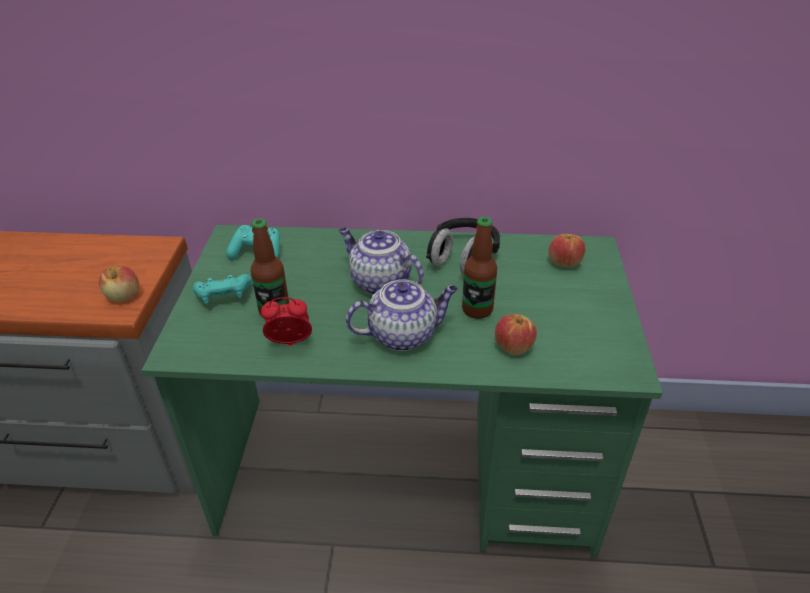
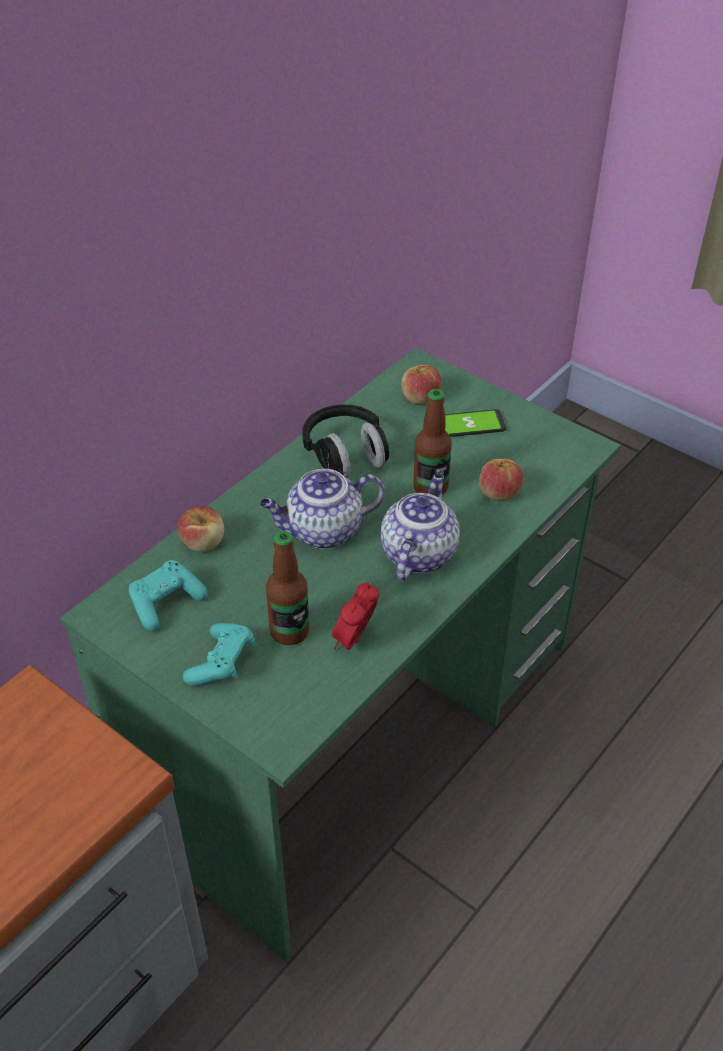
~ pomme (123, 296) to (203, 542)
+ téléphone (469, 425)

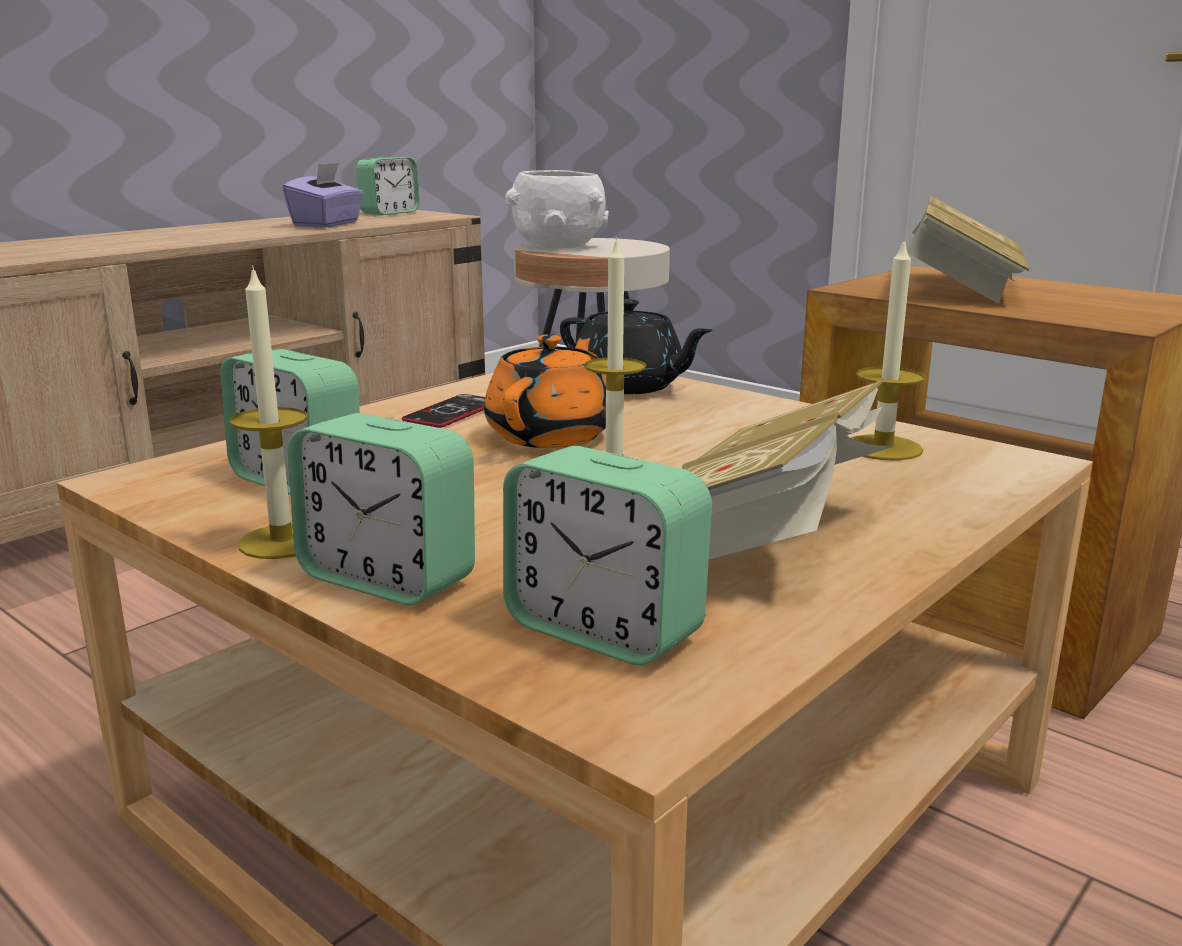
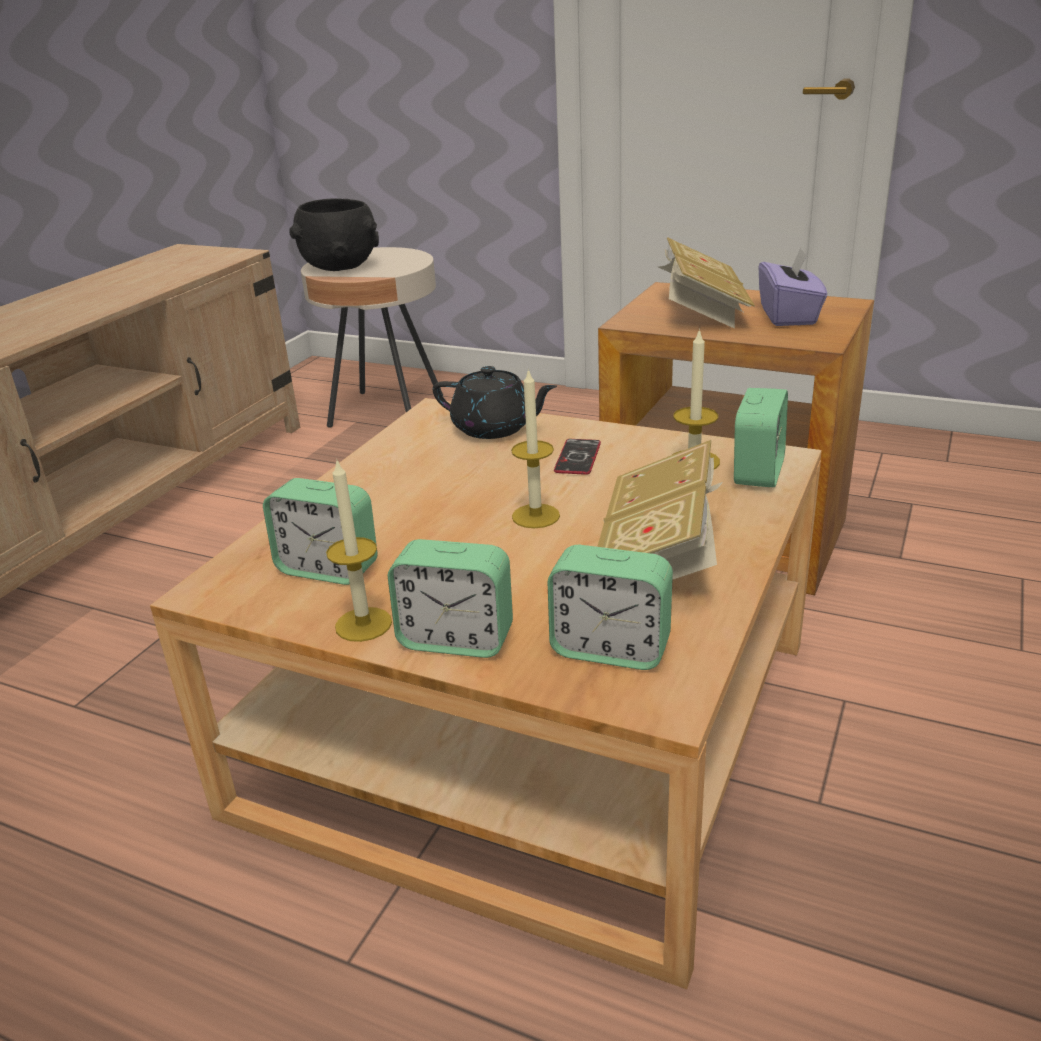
~ bol/blanc (558, 247) to bol/noir (339, 268)
~ téléphone (452, 413) to (577, 458)
~ réveil (389, 213) to (758, 472)
~ boîte à mouchoirs/violet (327, 224) to (789, 316)
- théière/orange (552, 435)

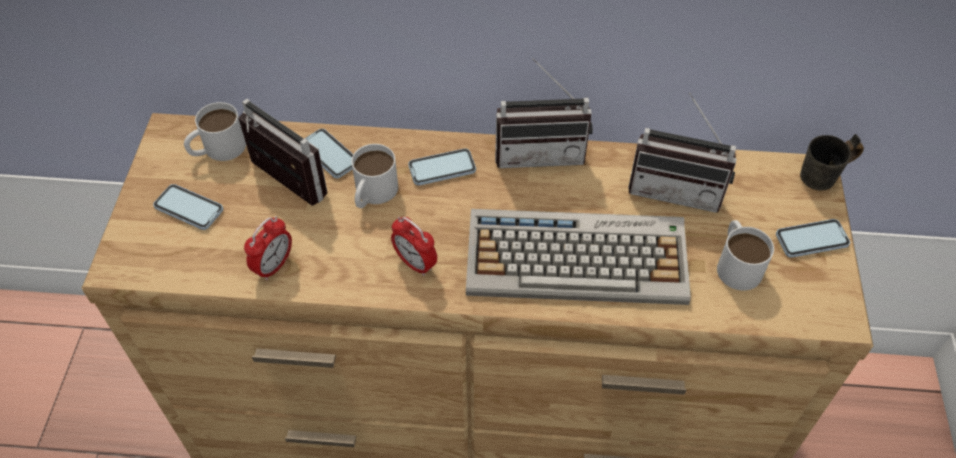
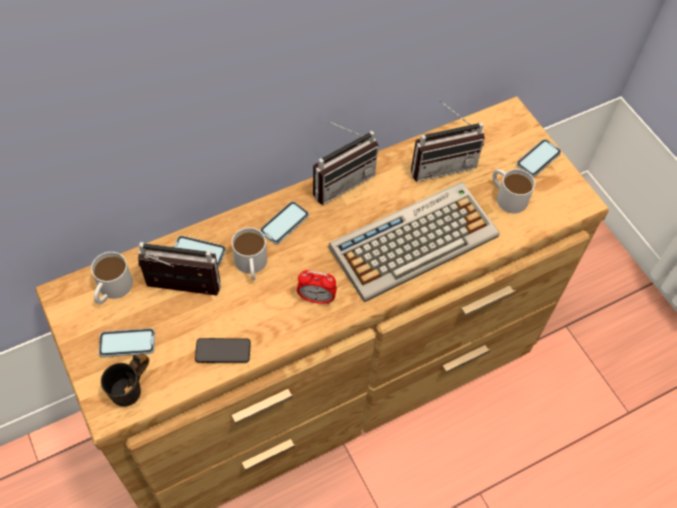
~ mug/gris (826, 180) to (134, 390)
~ réveil (274, 266) to téléphone (223, 351)

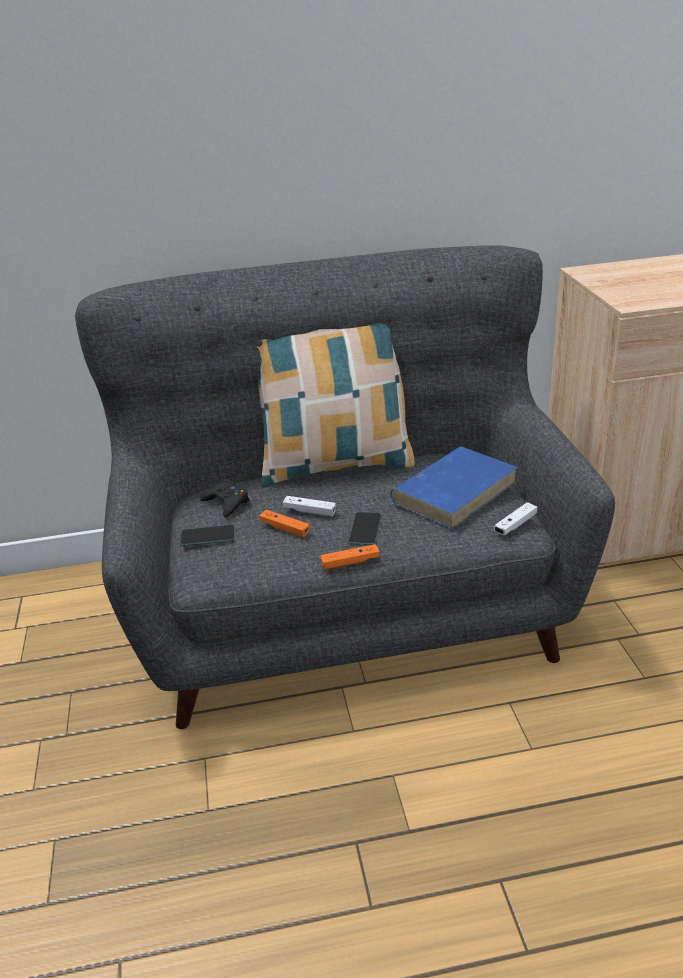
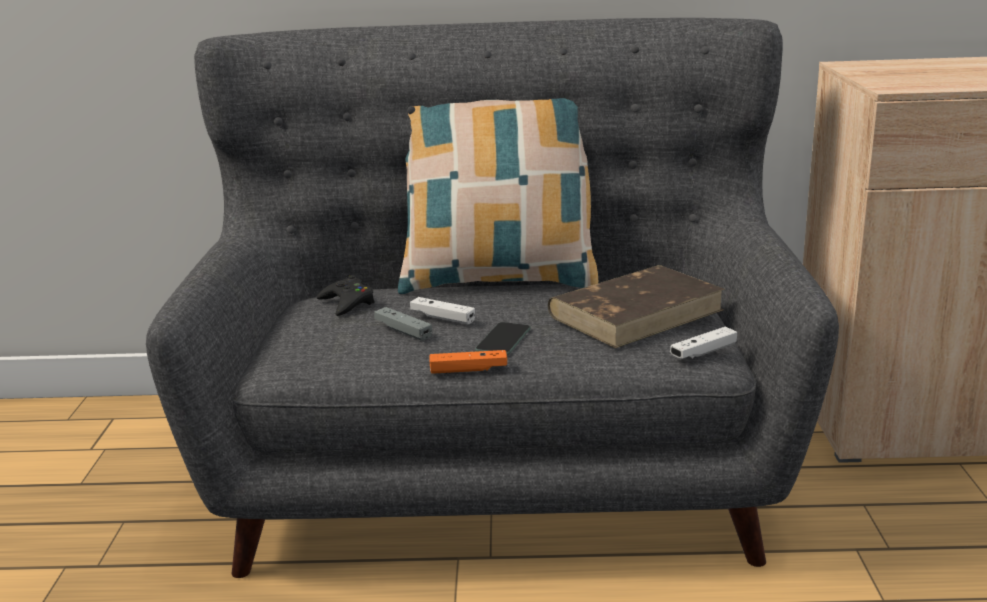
~ manette/orange (285, 529) to manette/gris (403, 331)
~ livre/bleu (455, 491) to livre/marron (637, 312)
- téléphone (208, 536)

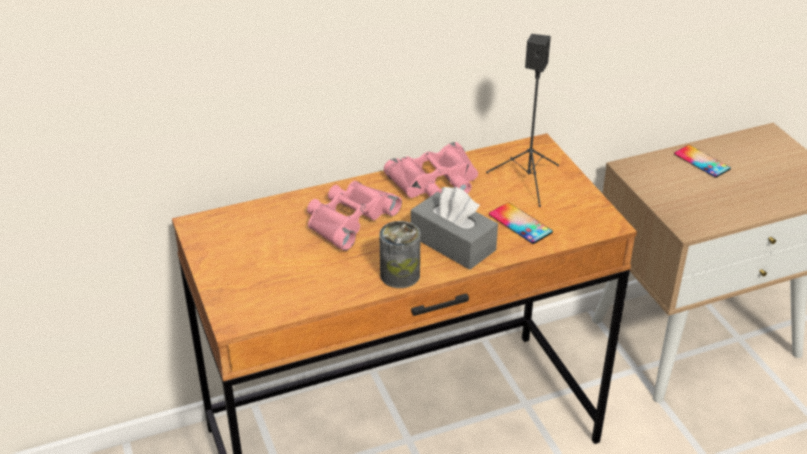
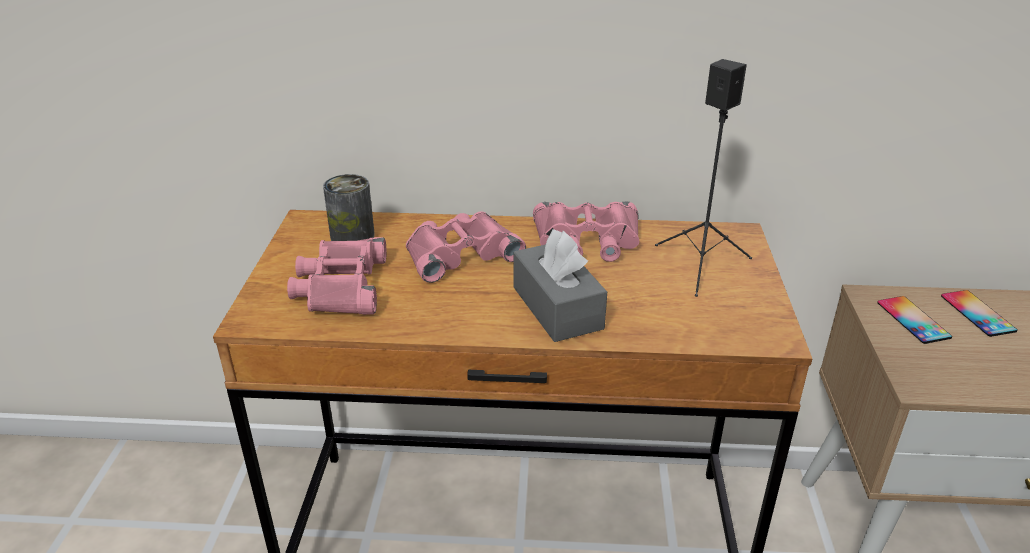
+ jumelles/rose (340, 286)
~ boîte métallique (400, 275) to (352, 236)
~ téléphone (520, 223) to (913, 320)

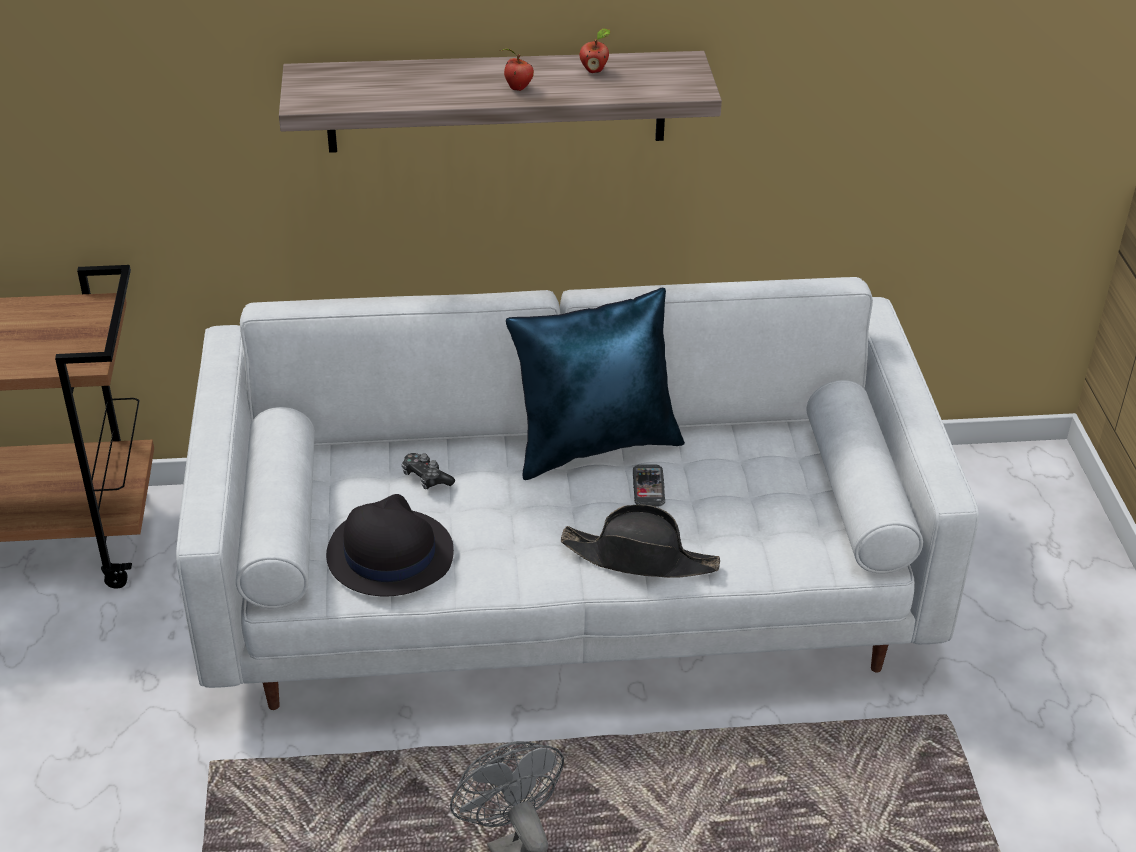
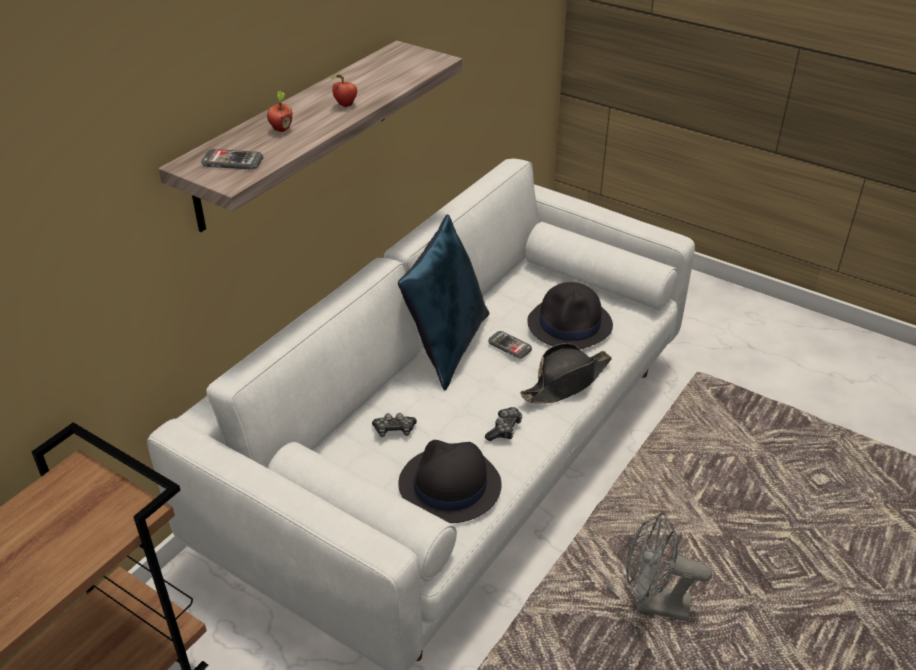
+ téléphone (232, 161)
~ pomme (594, 70) to (281, 129)
+ manette (504, 429)
+ chapeau/noir (570, 324)

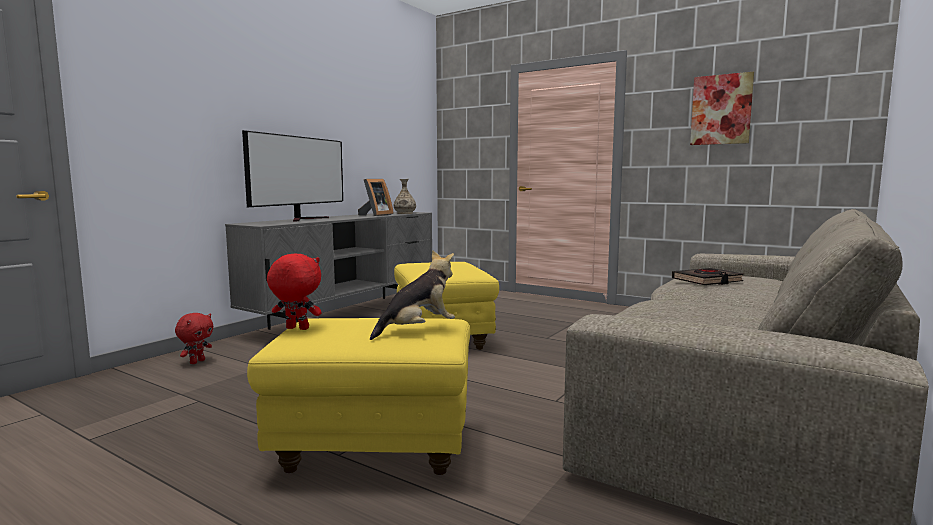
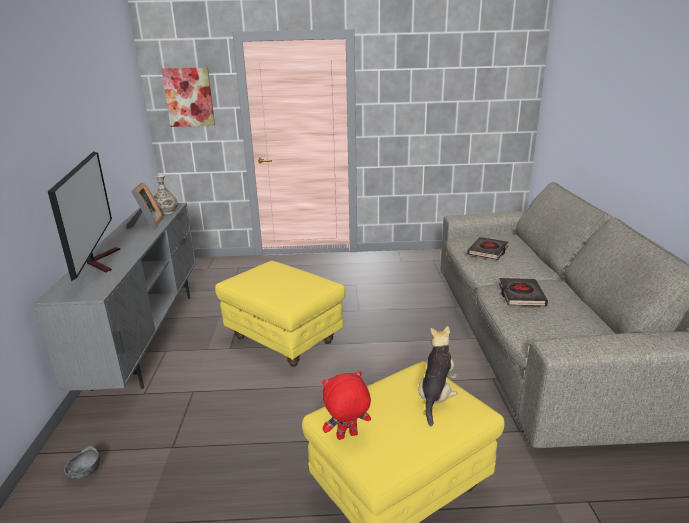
~ peluche/rouge (197, 362) to bol/gris (84, 473)
~ tableau (721, 109) to (189, 97)
+ livre/noir (521, 295)

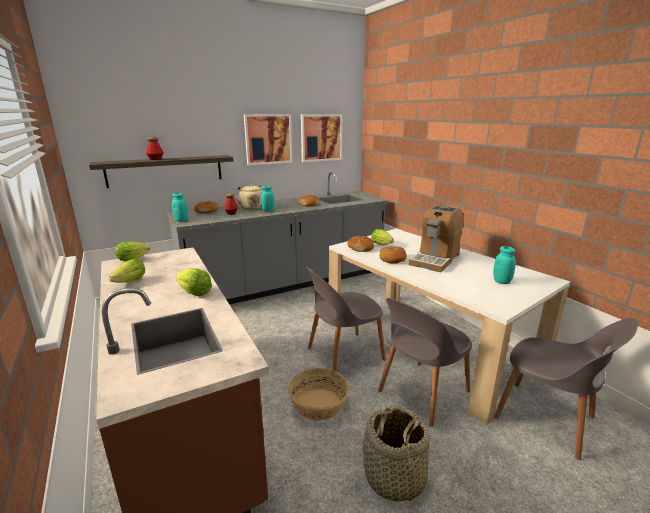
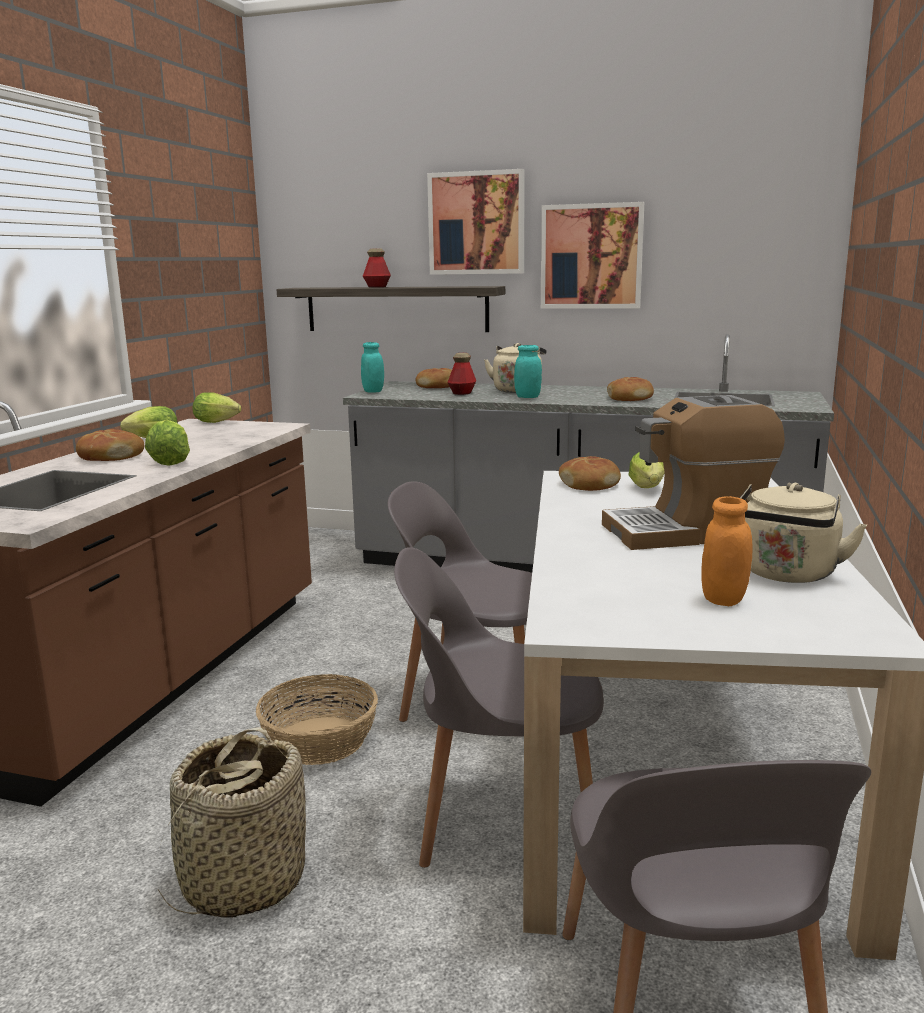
~ pain (392, 259) to (110, 456)
~ tableau (321, 137) to (476, 223)
~ bocal/turquoise (501, 281) to bocal/orange (723, 599)
+ bouilloire/beige (786, 574)

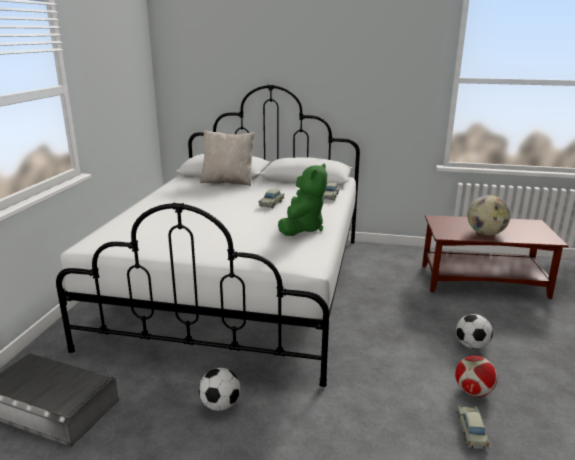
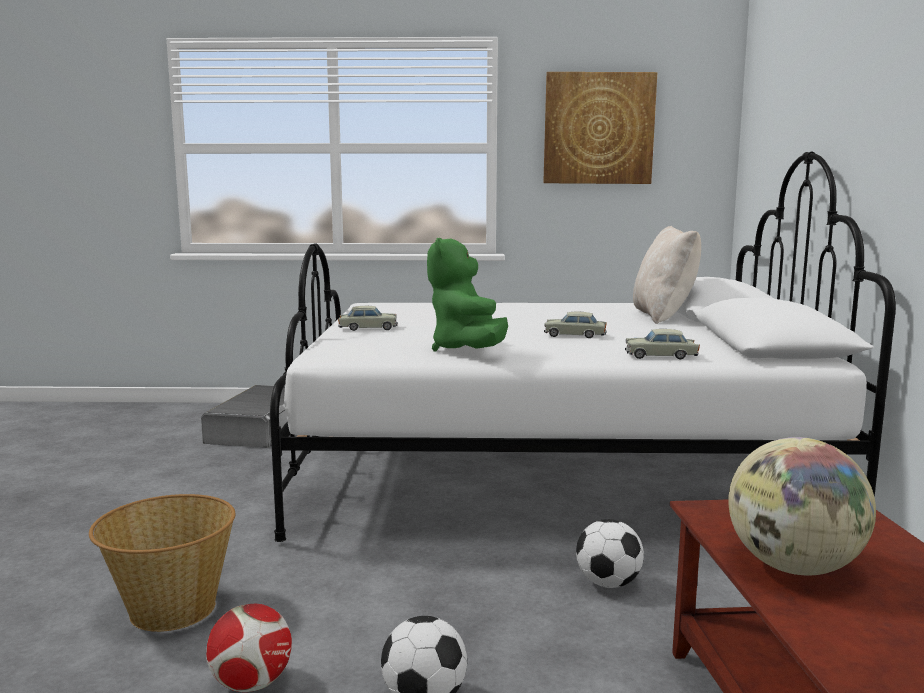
+ panier (171, 609)
~ petite voiture/beige (471, 431) to (368, 328)
~ peluche/vert (302, 228) = (467, 350) 75 degrees clockwise
+ tableau (598, 129)
~ ballon de foot (220, 405) to (608, 583)

